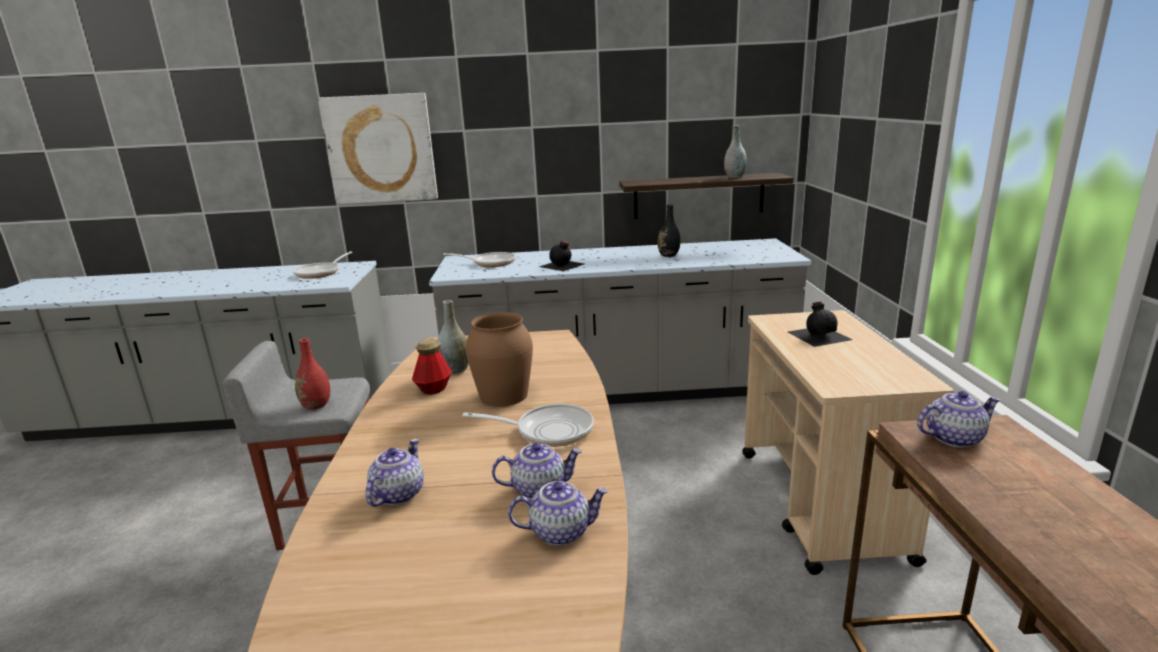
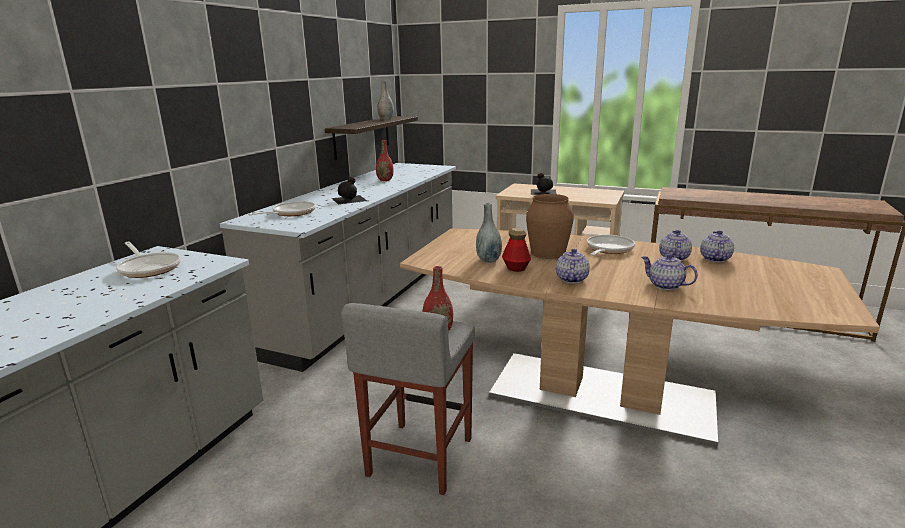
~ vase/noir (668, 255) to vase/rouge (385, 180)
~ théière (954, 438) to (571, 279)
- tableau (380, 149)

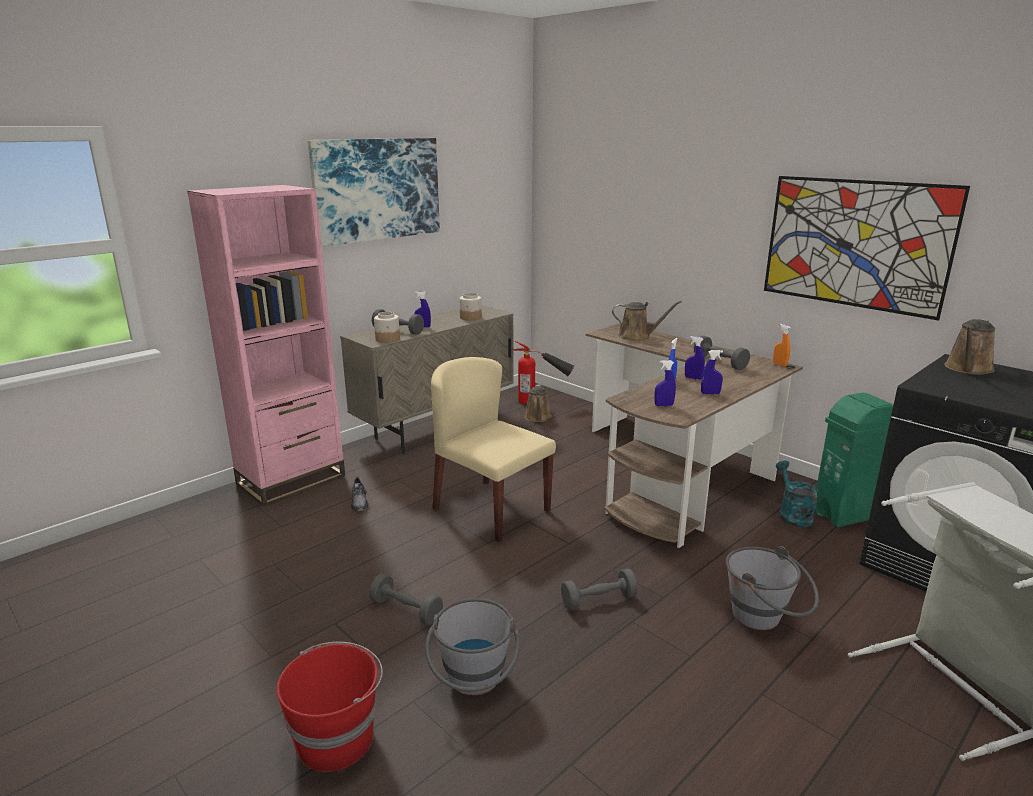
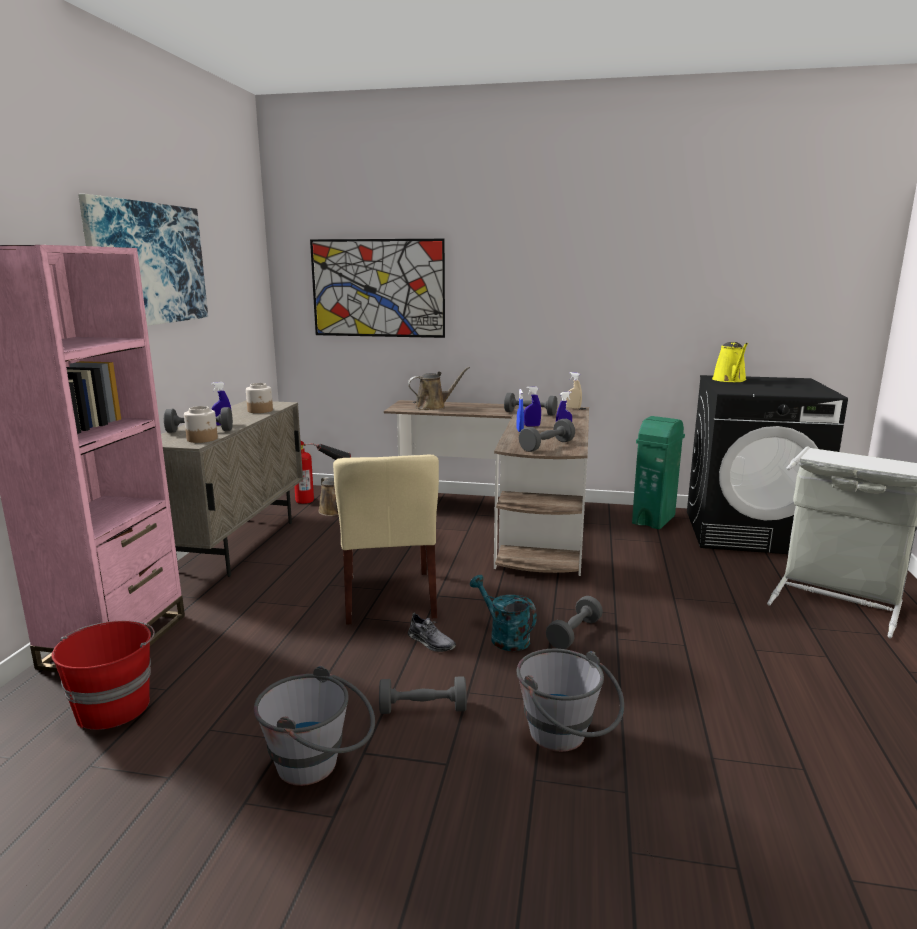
~ seau/rouge (337, 739) to (114, 706)
~ seau/gris (765, 619) to (320, 765)
~ tableau (855, 244) to (378, 288)
~ chaise/beige (490, 509) = (389, 597) 105 degrees counterclockwise
~ chaussure/gris (359, 502) to (431, 642)
~ arrosoir/turquoise (792, 514) to (504, 637)
~ vaporisateur/bleu (663, 405) to haltère/gris (546, 446)
~ vaporisateur/orange (779, 364) to vaporisateur/beige (573, 408)
~ arrosoir/marron (967, 369) to arrosoir/jaune (730, 380)

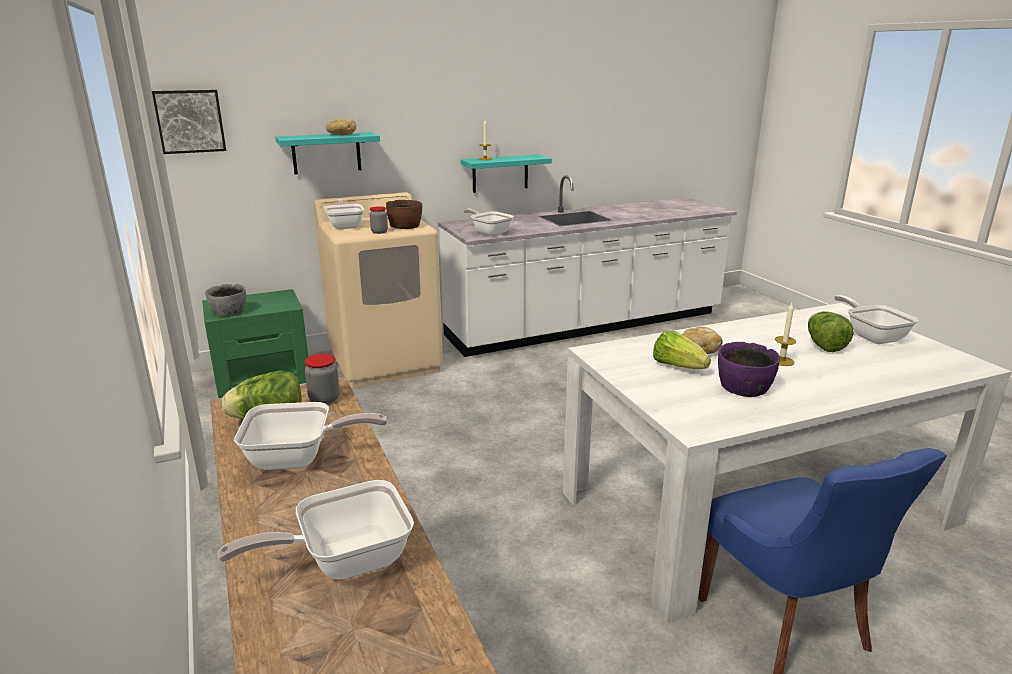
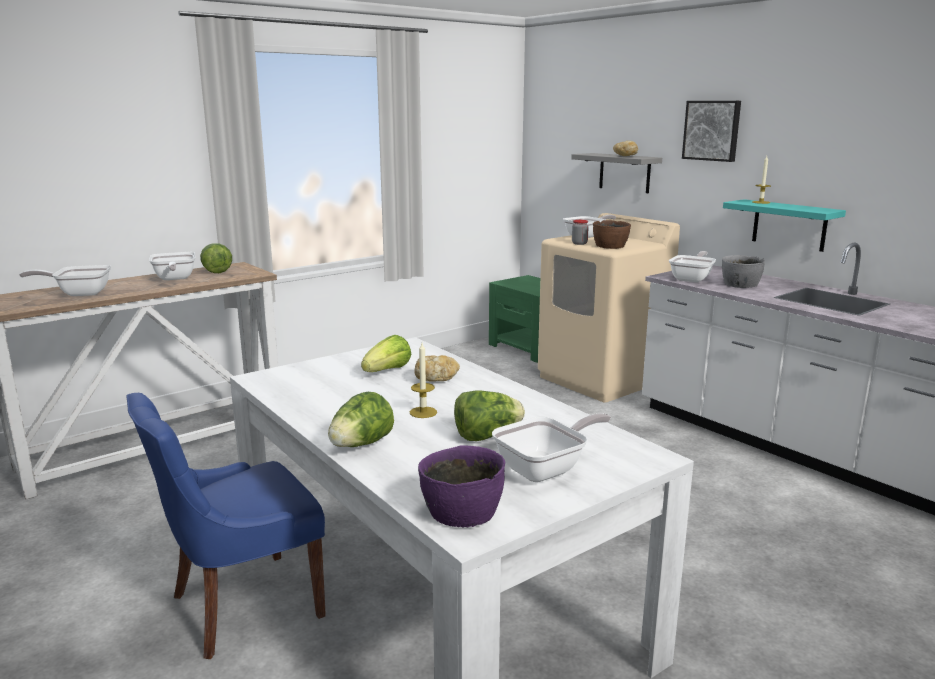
~ poêle (344, 561) = (79, 293) 60 degrees counterclockwise
+ laitue (361, 445)
~ bol/violet (743, 387) to (461, 511)
~ étagère/turquoise (326, 153) to étagère/gris (624, 173)
~ tableau (190, 121) to (712, 130)
~ bol/gris (229, 312) to (740, 284)
- bocal (324, 399)

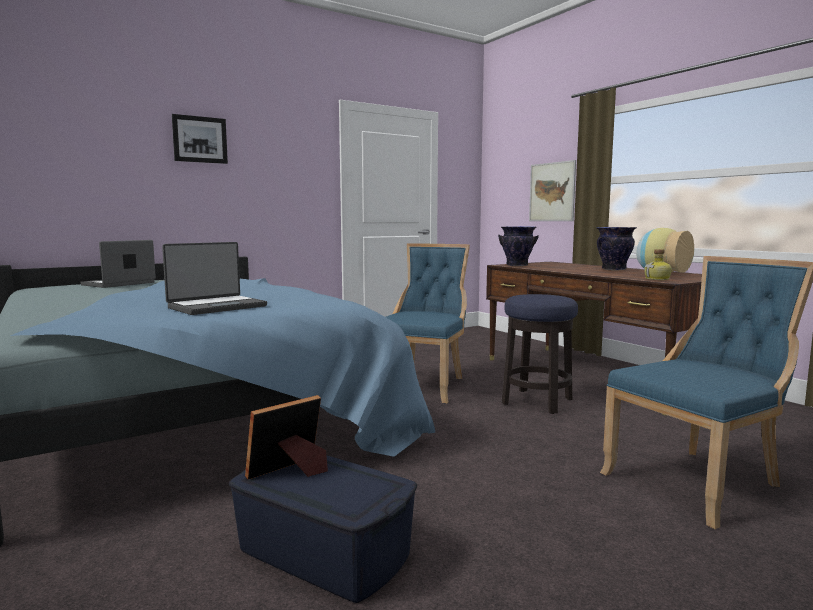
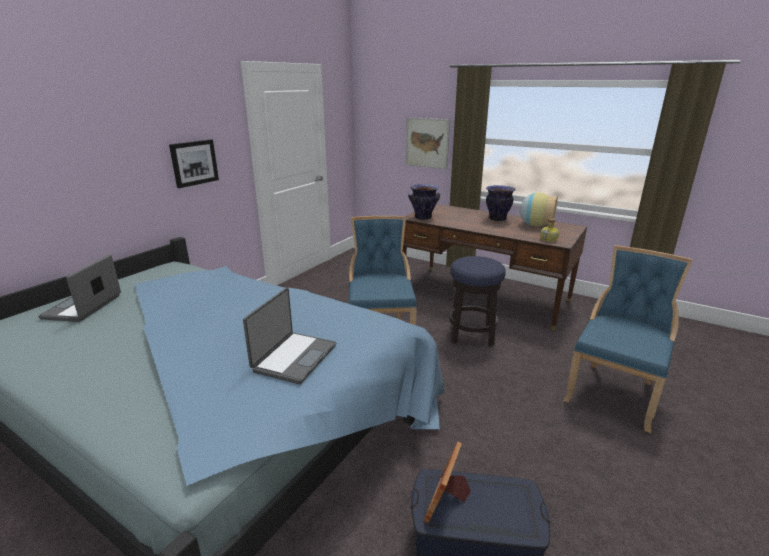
~ tableau (200, 139) to (194, 163)

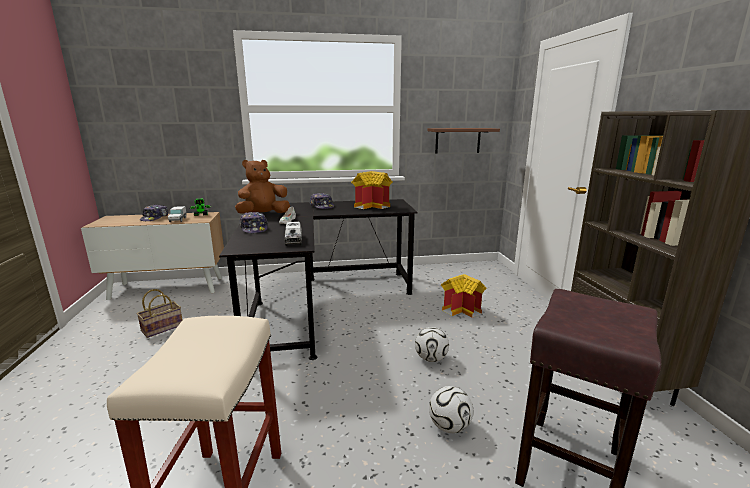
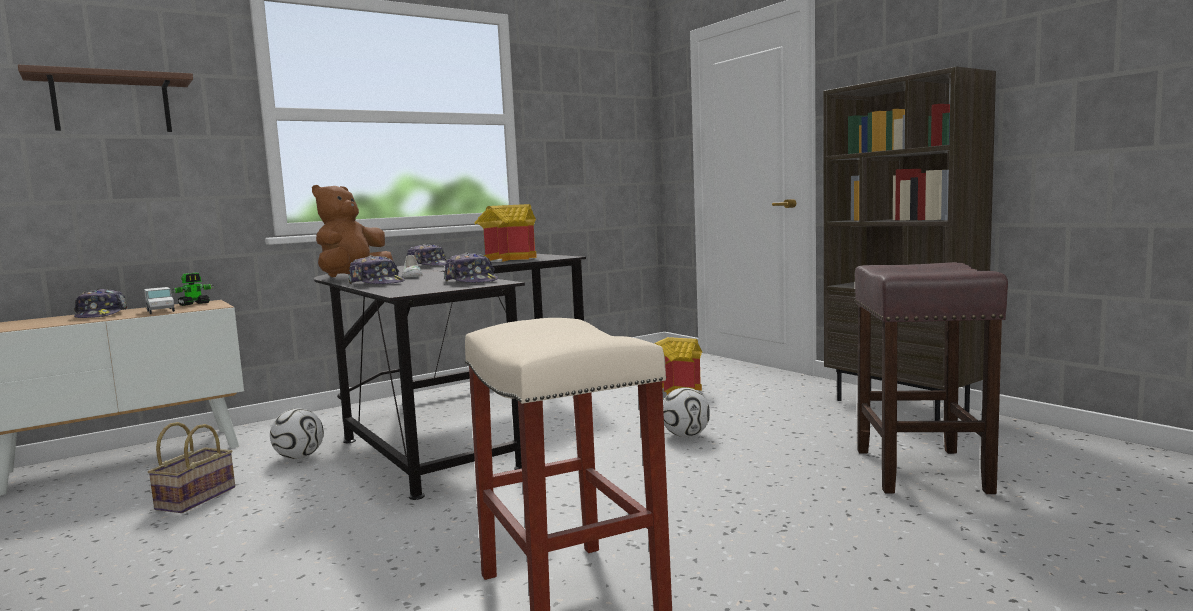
~ étagère/marron (457, 140) to (112, 104)
~ ballon de foot (449, 426) to (299, 457)
~ camion jouet (293, 240) to casquette (471, 281)

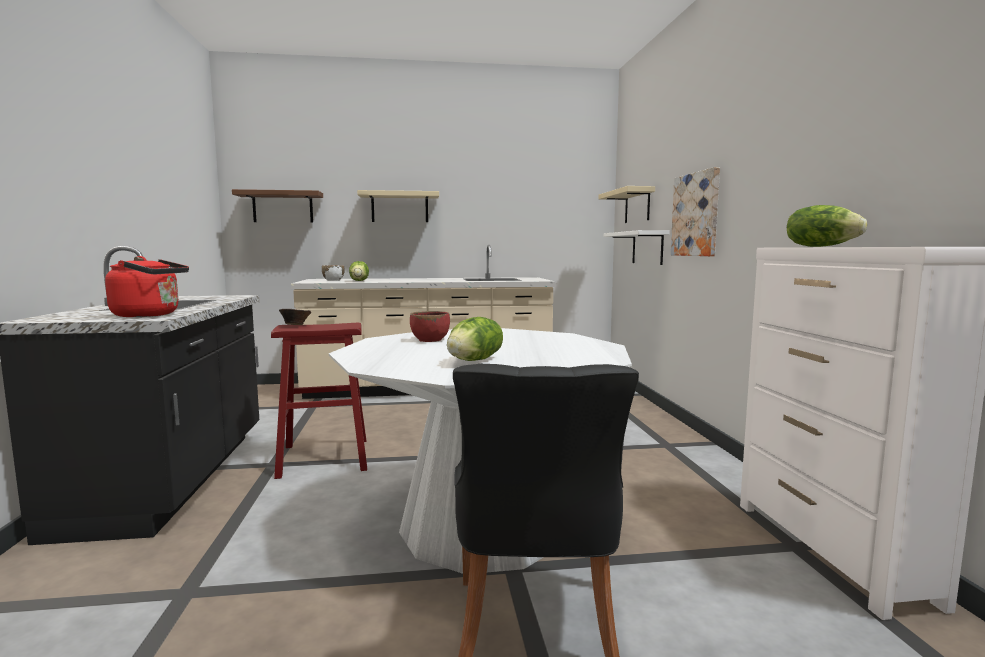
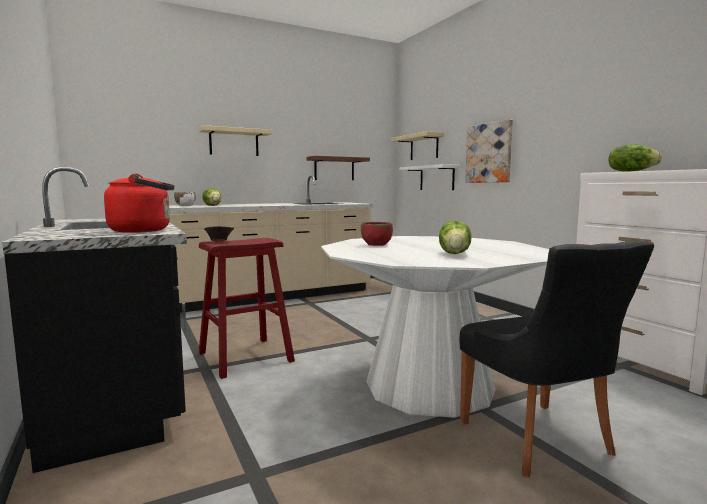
~ étagère/marron (283, 207) to (334, 168)

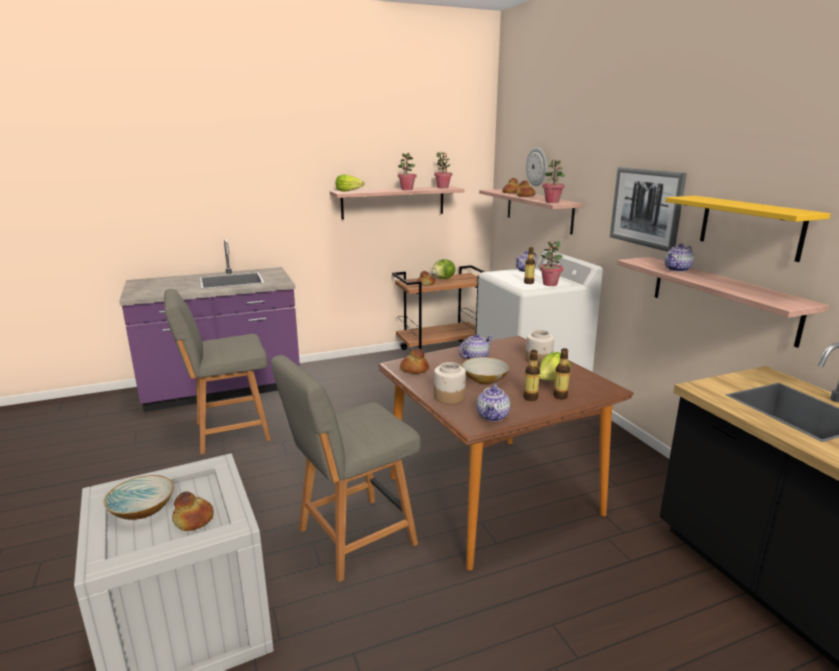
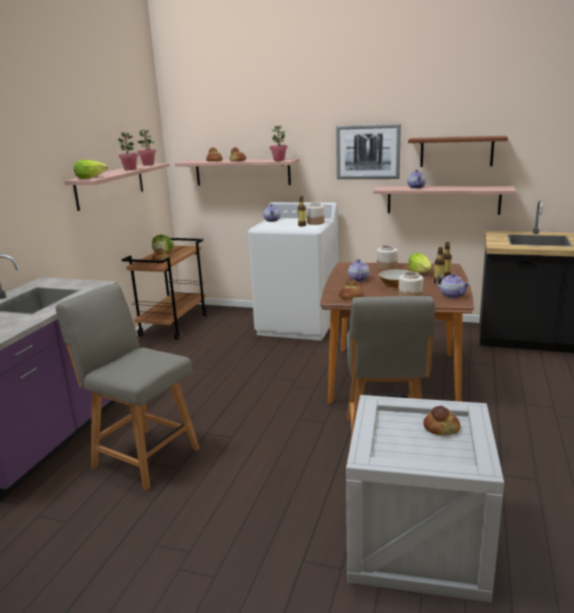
~ chaise/gris (229, 432) = (143, 456) 105 degrees clockwise
~ plante en pot (549, 284) to bocal (315, 223)
~ étagère/jaune (750, 227) to étagère/marron (456, 151)
- bol (143, 509)
- horloge murale (537, 166)

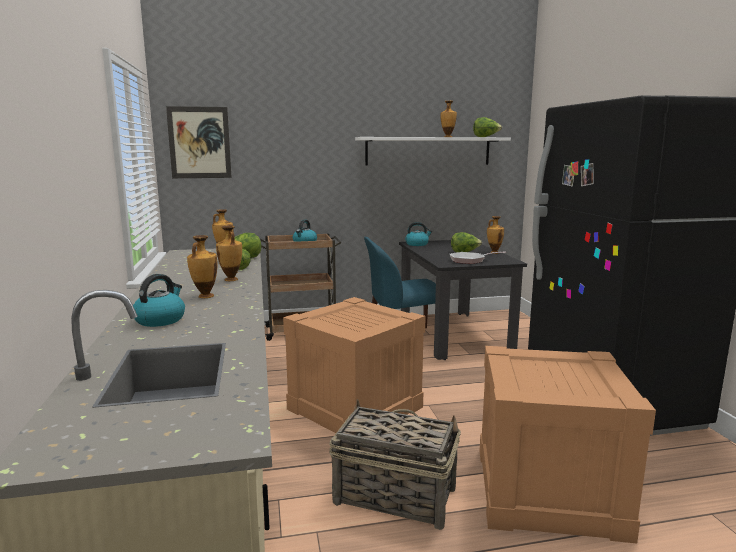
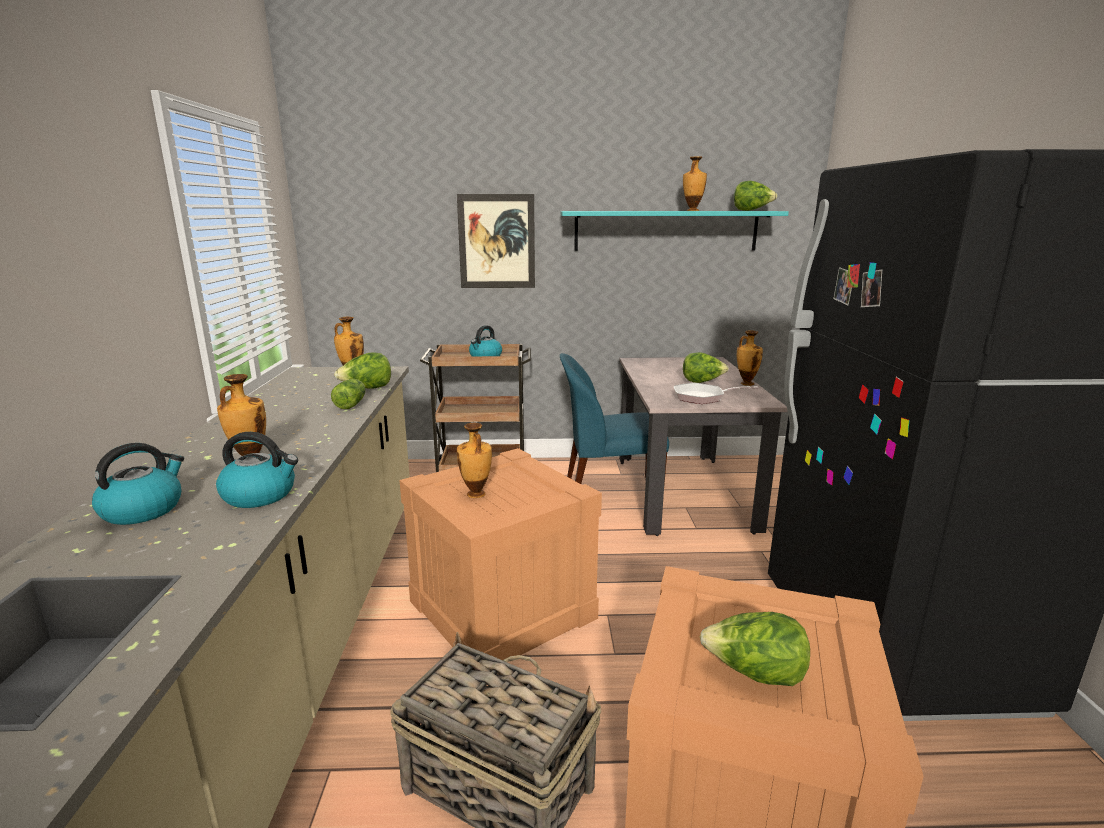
~ bouilloire (417, 244) to (260, 495)
~ tableau (199, 142) to (496, 241)
~ vase (231, 280) to (476, 494)
~ étagère/blanc (428, 151) to étagère/turquoise (666, 231)
~ table à manger/noir (453, 334) to table à manger/beige (683, 492)
+ laitue (754, 674)

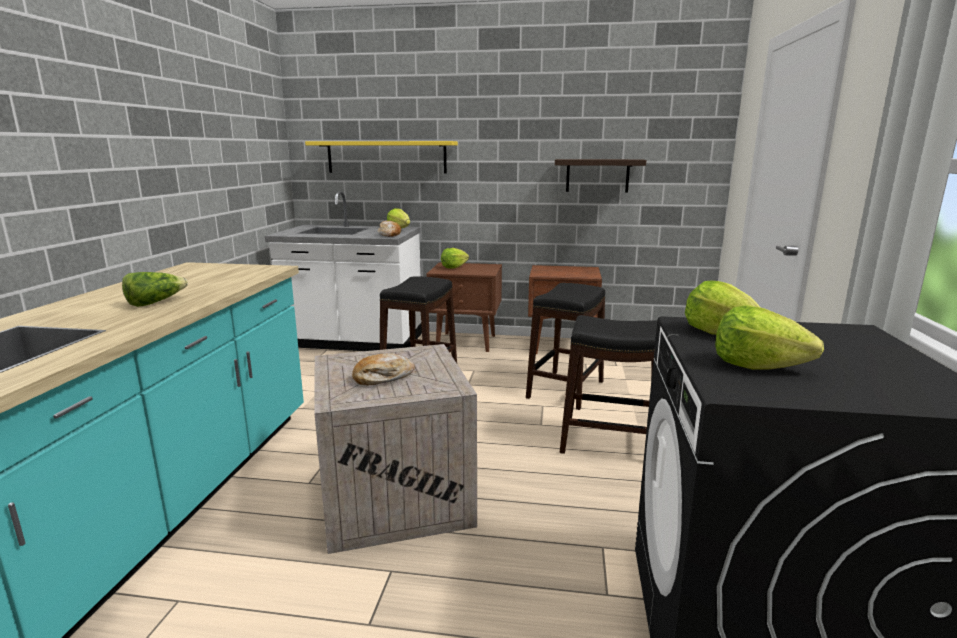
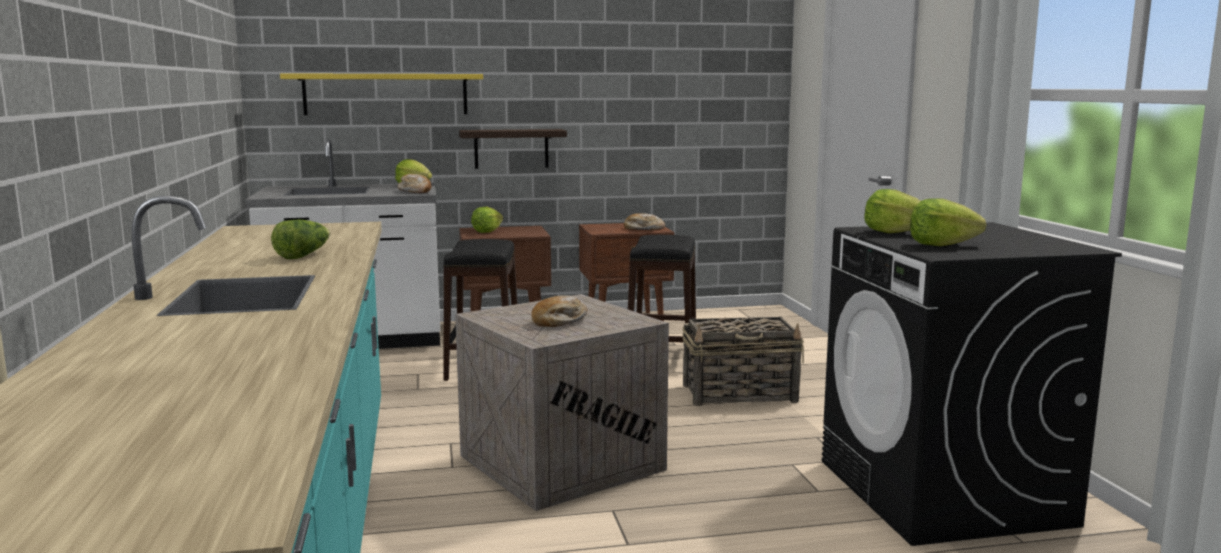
~ étagère (597, 175) to (511, 148)
+ pain (643, 229)
~ tabouret/noir (608, 442) to panier (740, 393)

